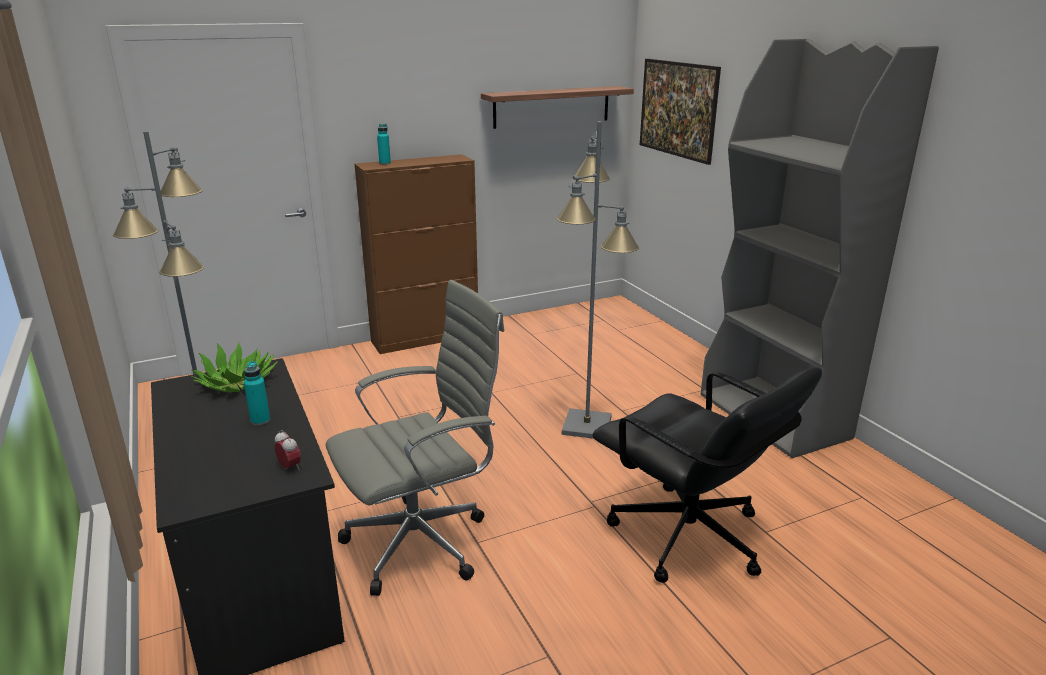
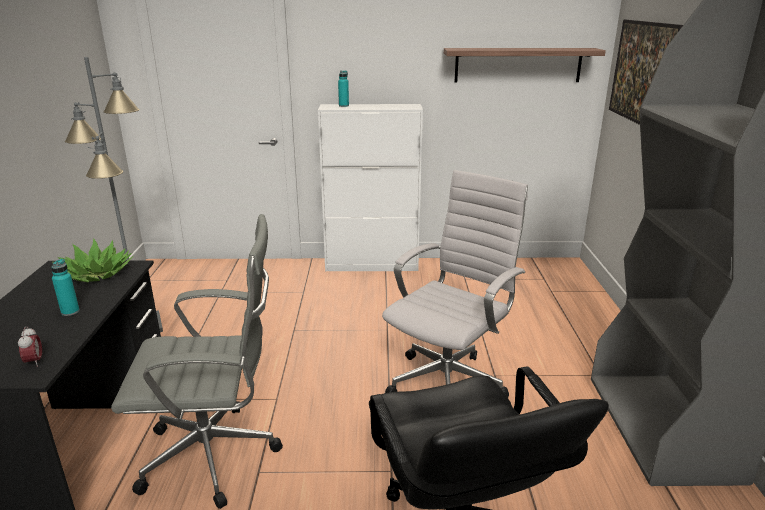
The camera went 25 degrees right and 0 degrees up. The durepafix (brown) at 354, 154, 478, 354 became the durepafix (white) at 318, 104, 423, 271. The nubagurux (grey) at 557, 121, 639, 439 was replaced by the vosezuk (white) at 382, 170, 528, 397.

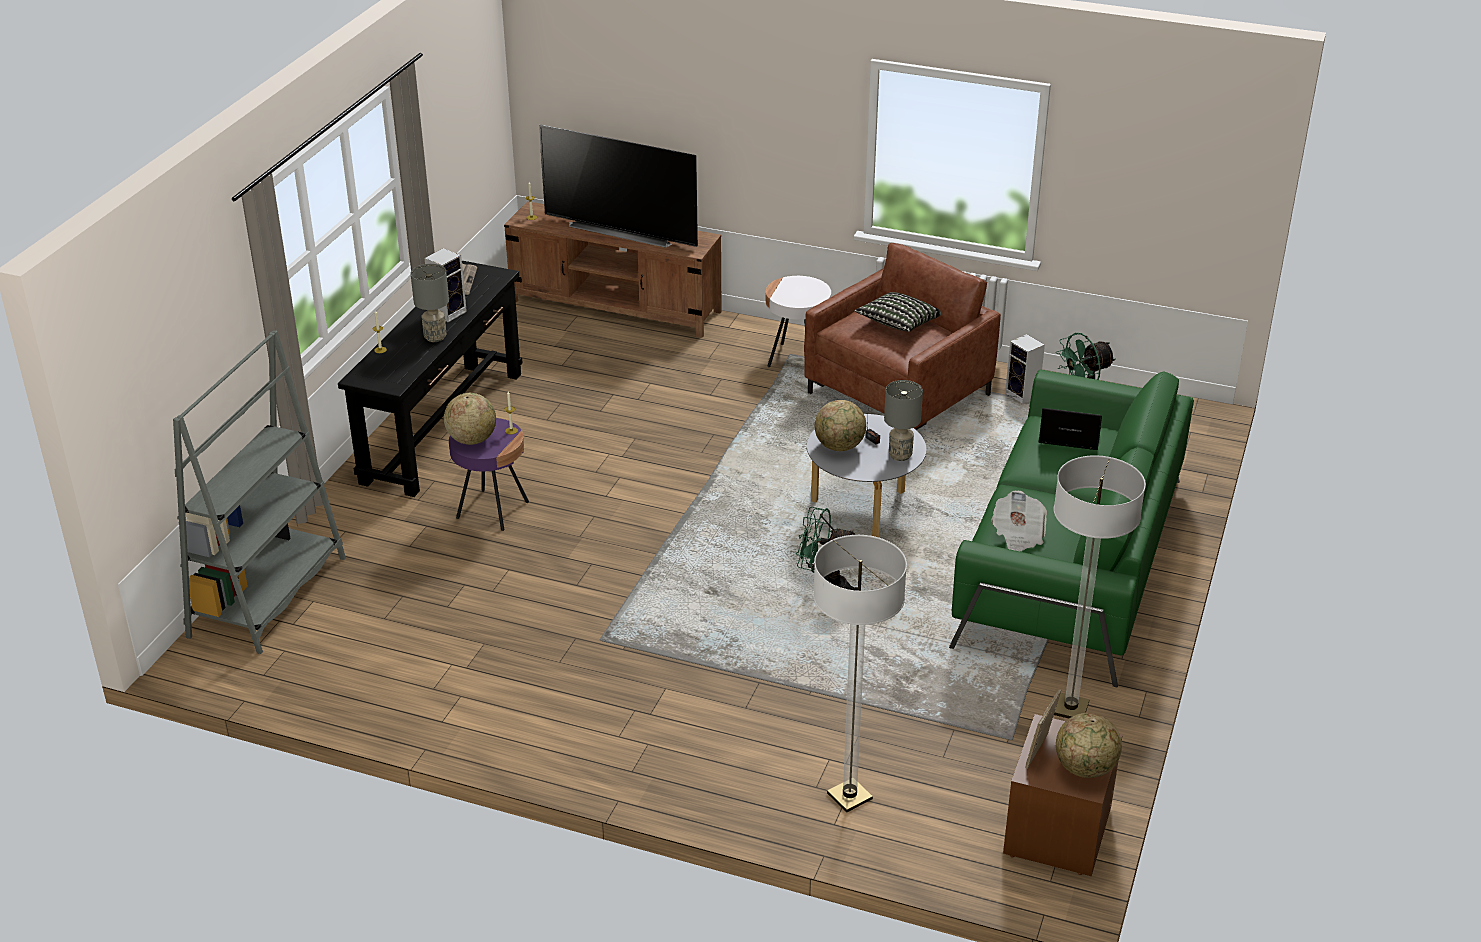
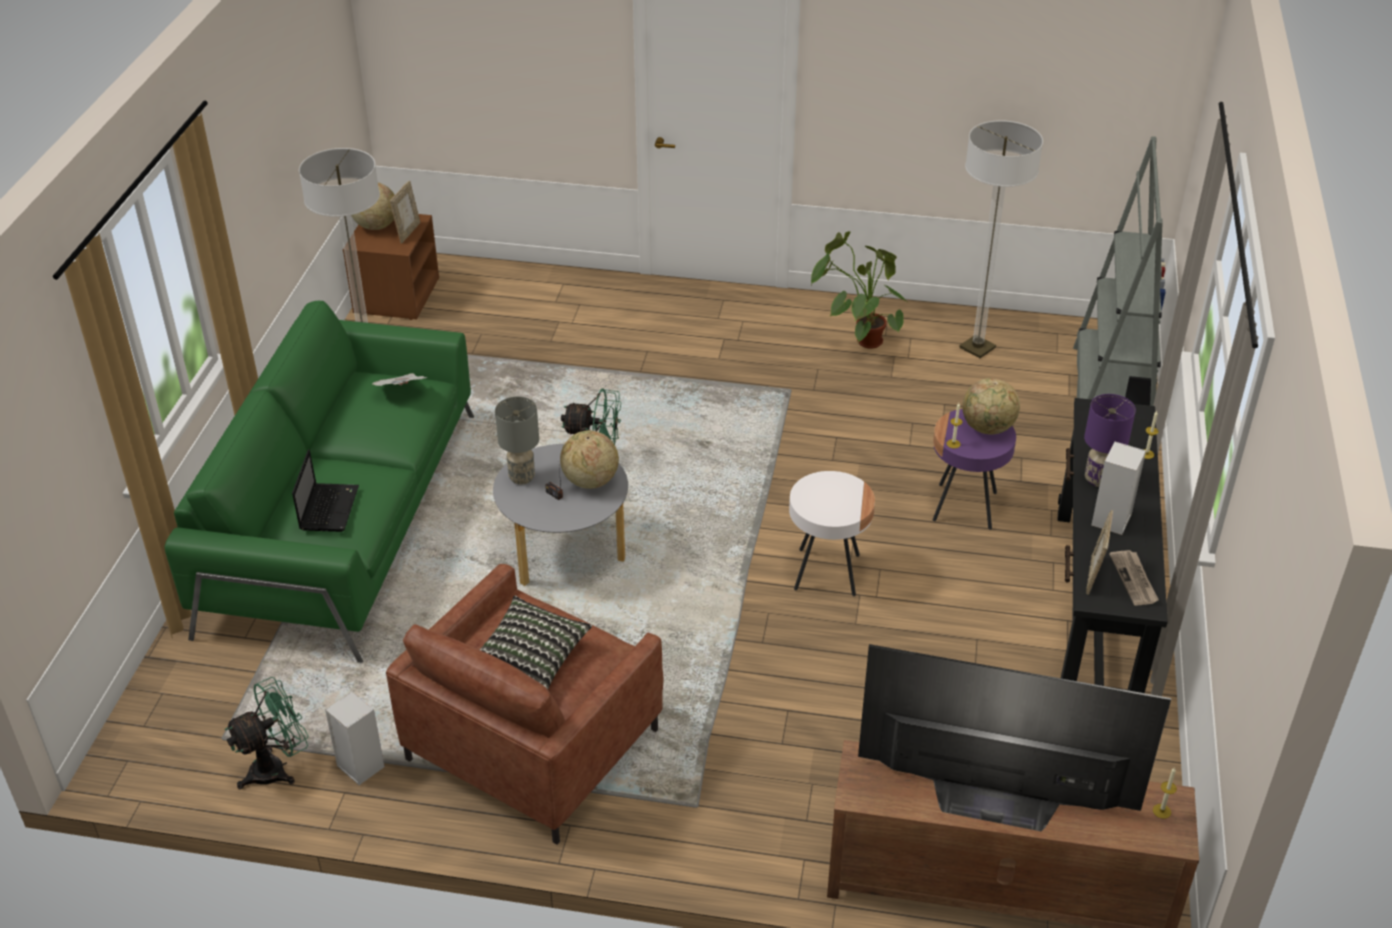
The camera went 170 degrees right and 5 degrees up. The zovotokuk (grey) at 410, 264, 449, 342 became the zovotokuk (purple) at 1084, 394, 1136, 487. The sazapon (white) moved from 766, 276, 831, 367 to 789, 471, 875, 596. The nubagurux moved from 813, 535, 907, 812 to 959, 120, 1043, 358. The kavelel at 1039, 408, 1102, 450 turned 90 degrees counterclockwise. The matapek at 811, 231, 909, 349 appeared. The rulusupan at 1086, 510, 1113, 595 appeared.

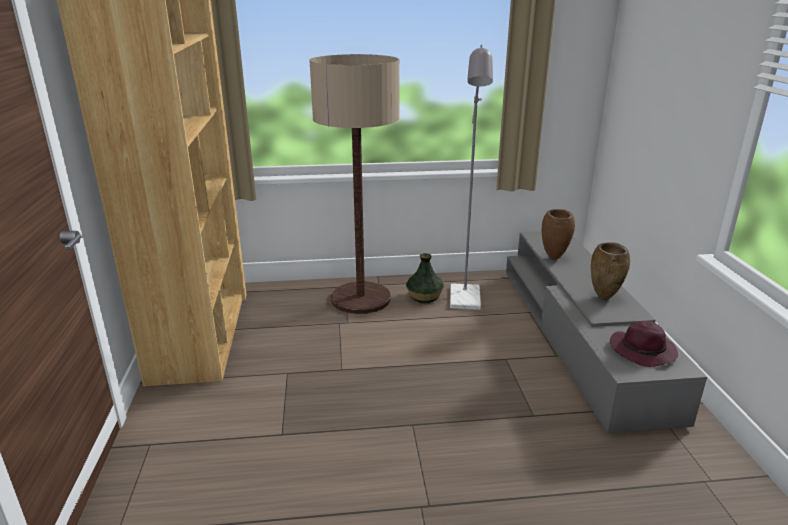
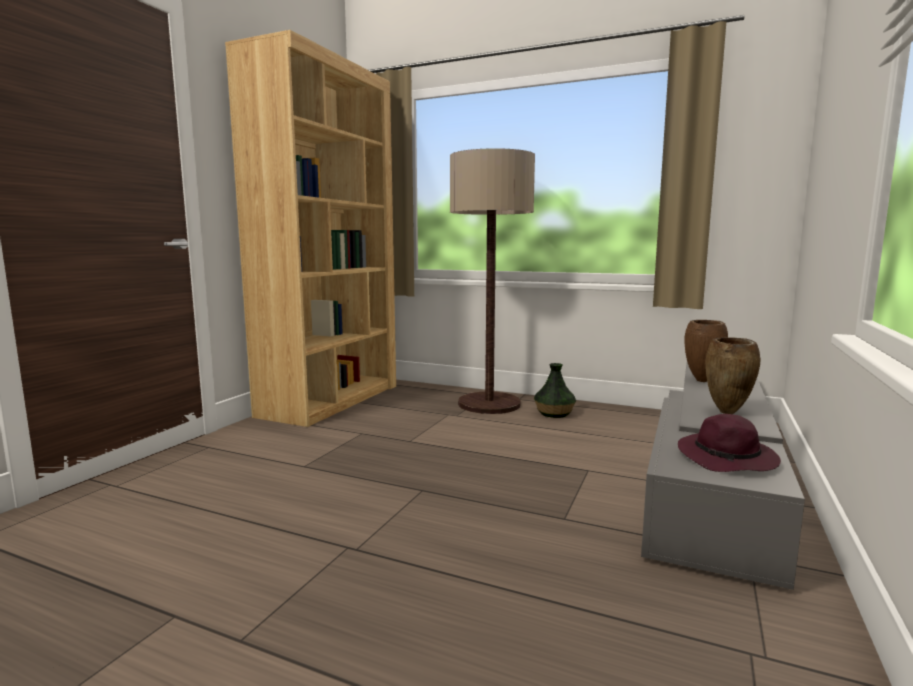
The camera went 30 degrees right and 15 degrees down. The nubagurux (grey) at 450, 45, 493, 310 disappeared.

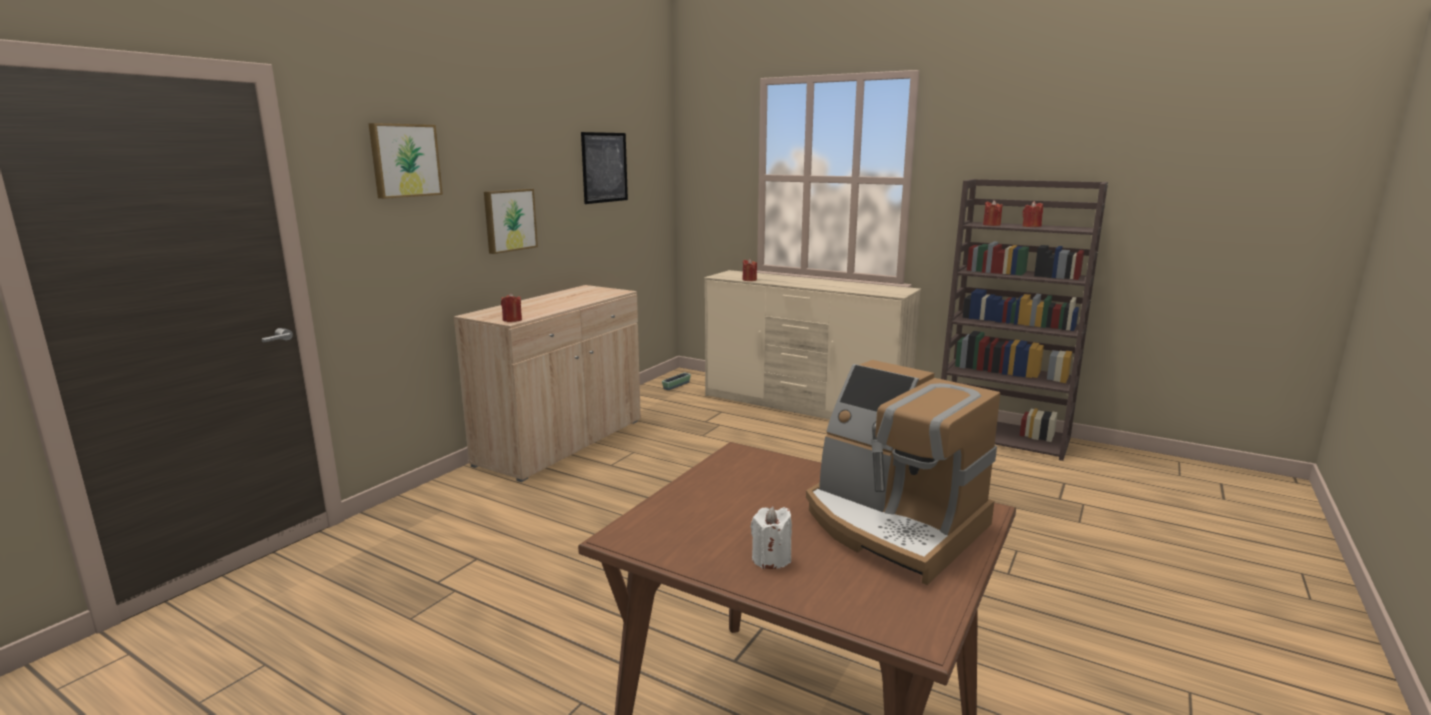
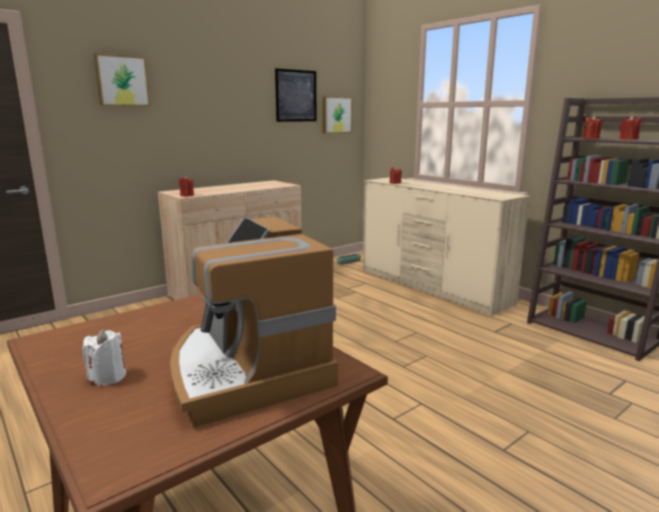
The camera went 20 degrees right and 0 degrees up. The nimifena moved from 484, 189, 538, 254 to 323, 96, 352, 133.

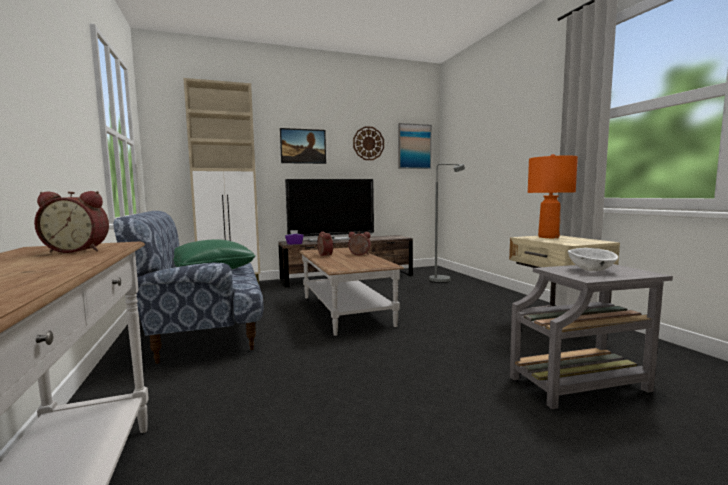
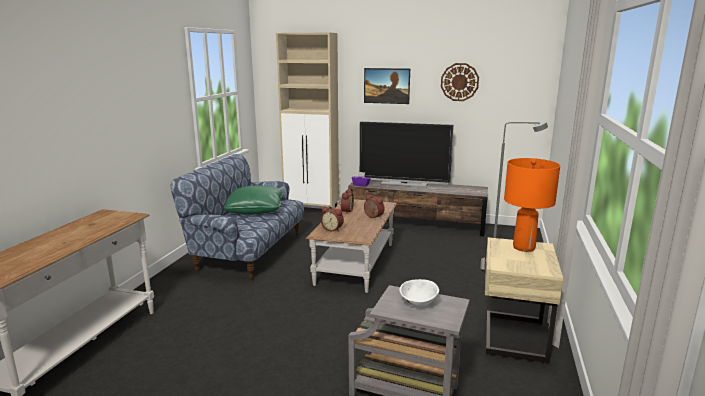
The camera went 35 degrees right and 10 degrees up. The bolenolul moved from 34, 191, 109, 253 to 321, 206, 344, 232. The nimifena at 398, 123, 432, 169 disappeared.

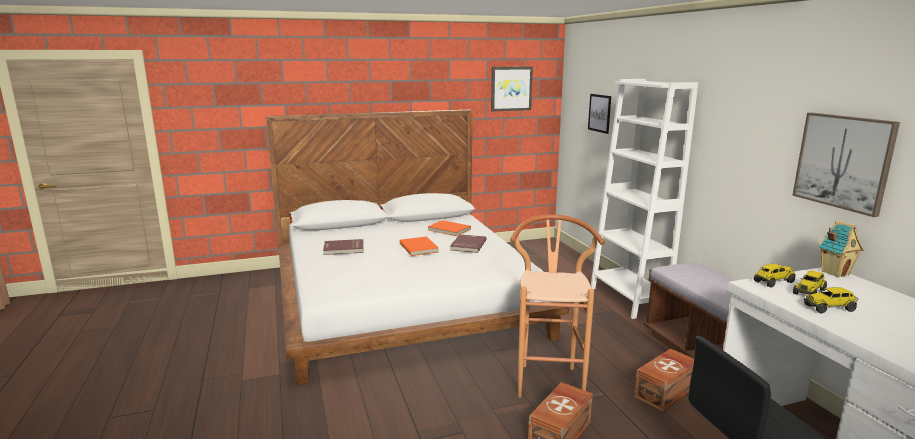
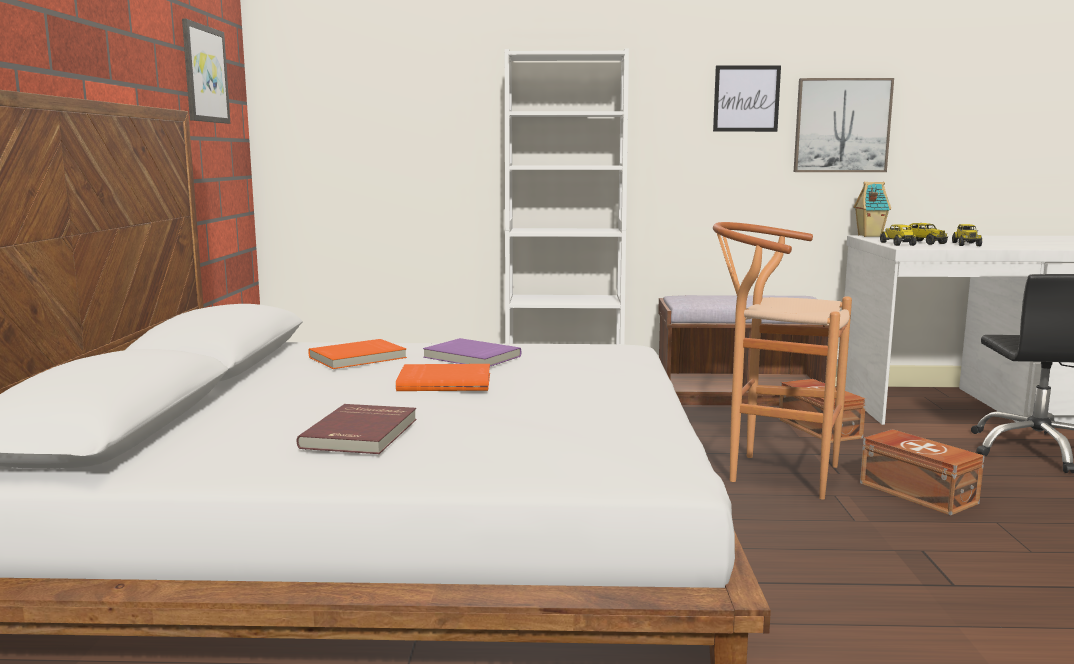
The camera went 70 degrees left and 5 degrees down. The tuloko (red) at 450, 234, 487, 253 became the tuloko (purple) at 423, 338, 521, 366. The nimifena moved from 588, 94, 611, 134 to 713, 65, 781, 132.

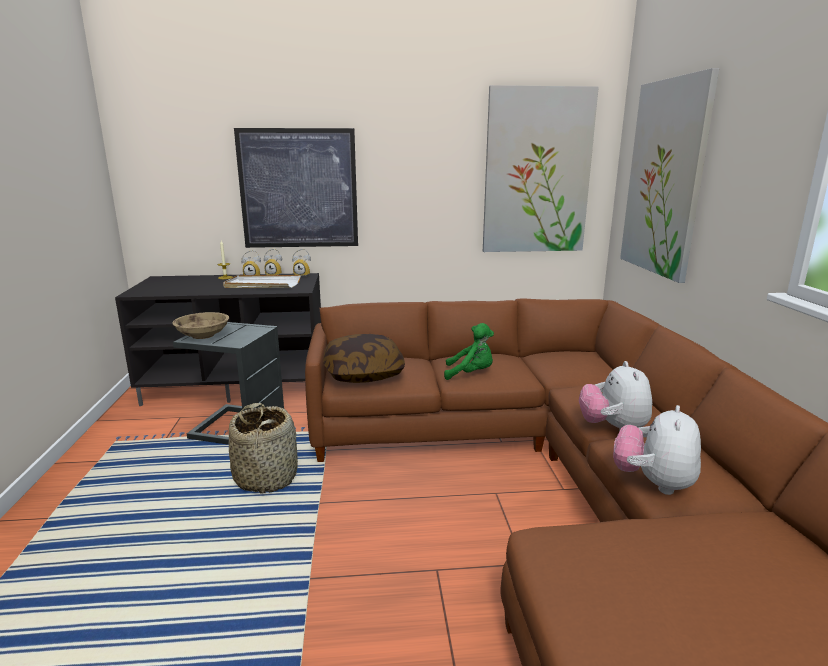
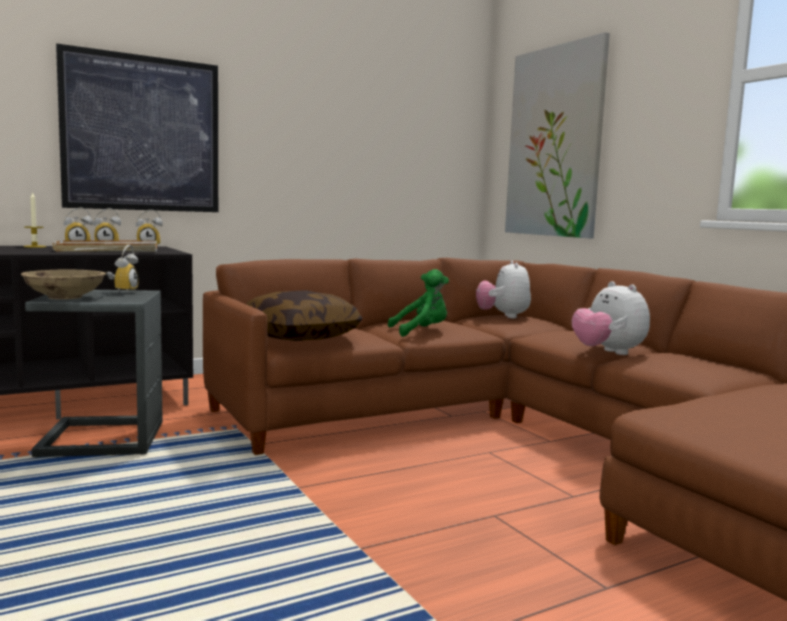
The camera went 25 degrees left and 10 degrees down. The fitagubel at 229, 403, 298, 494 disappeared. The nimifena at 483, 85, 599, 252 disappeared. The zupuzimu moved from 613, 405, 701, 495 to 476, 261, 531, 318. The bolenolul at 106, 245, 139, 293 appeared.

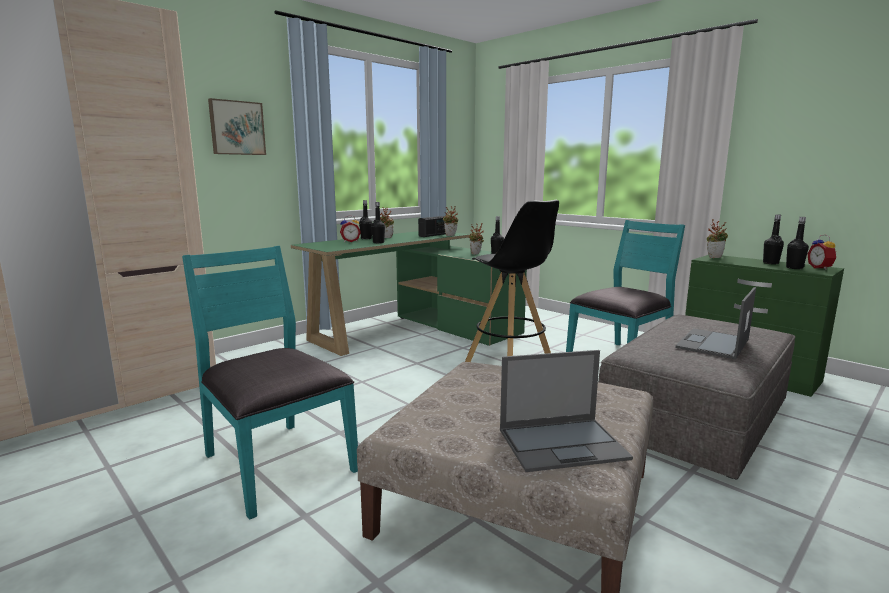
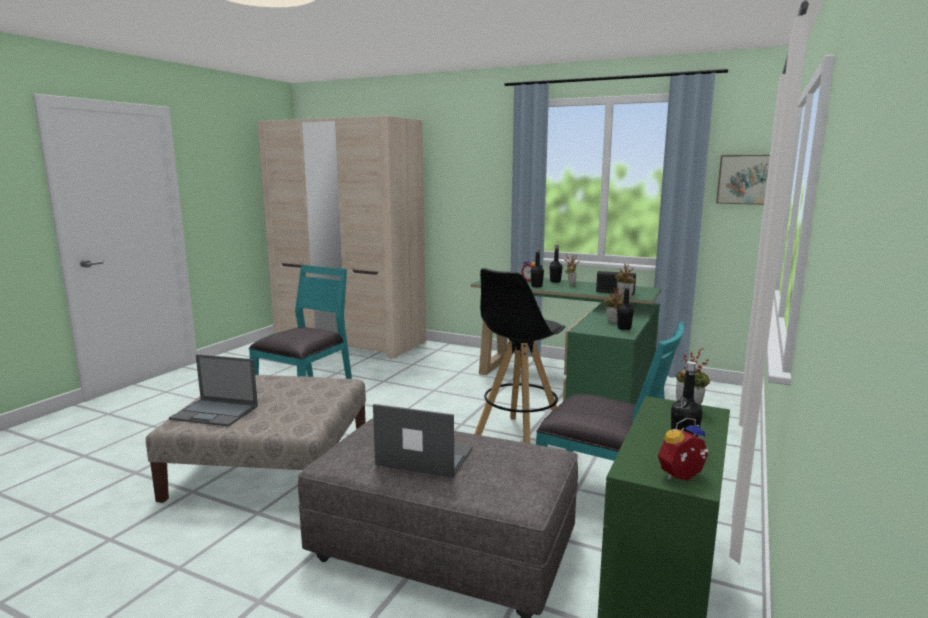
The camera went 70 degrees right and 0 degrees up. The nimifena moved from 208, 98, 266, 155 to 716, 155, 770, 205. The kavelel at 500, 350, 633, 472 turned 45 degrees counterclockwise. The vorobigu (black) at 786, 217, 809, 269 disappeared.

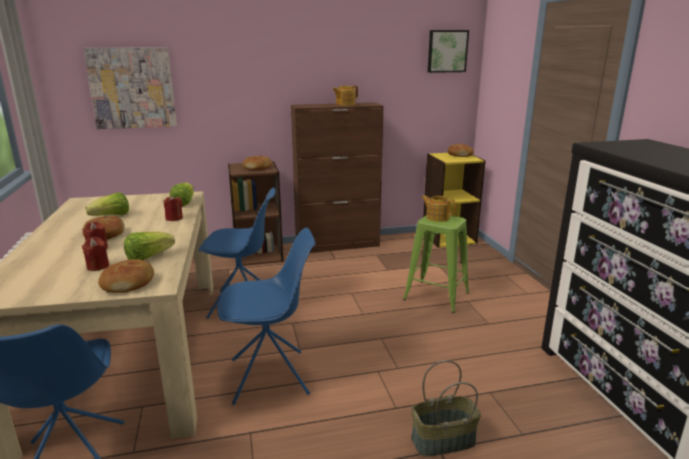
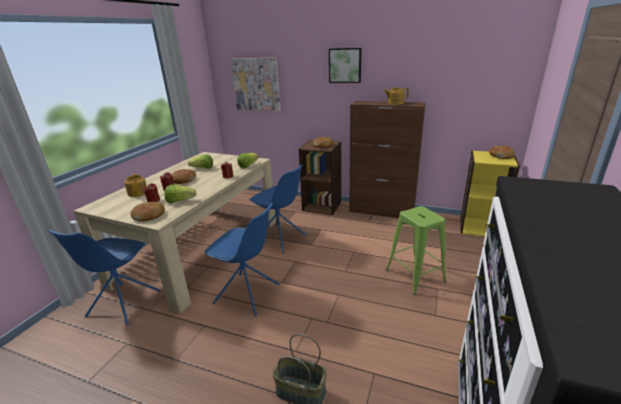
The camera went 35 degrees right and 5 degrees up. The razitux moved from 421, 195, 456, 222 to 124, 173, 147, 197. The nimifena moved from 428, 30, 469, 73 to 329, 48, 362, 83.

